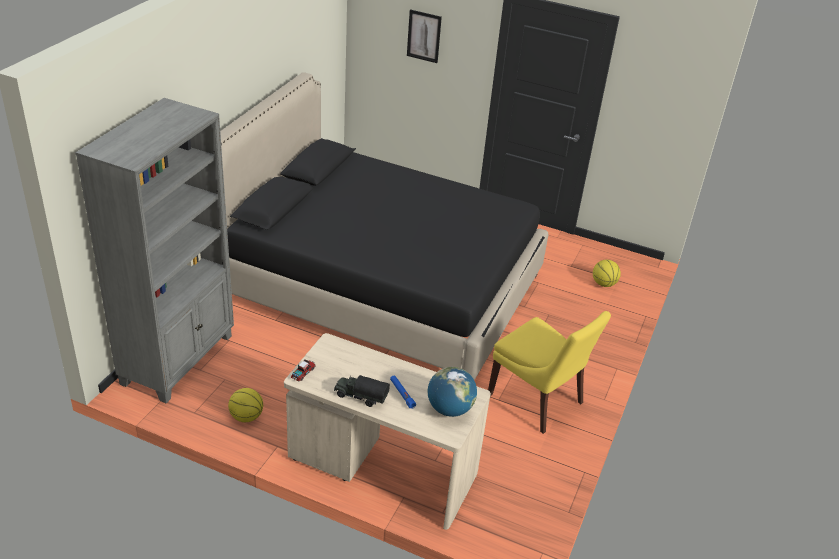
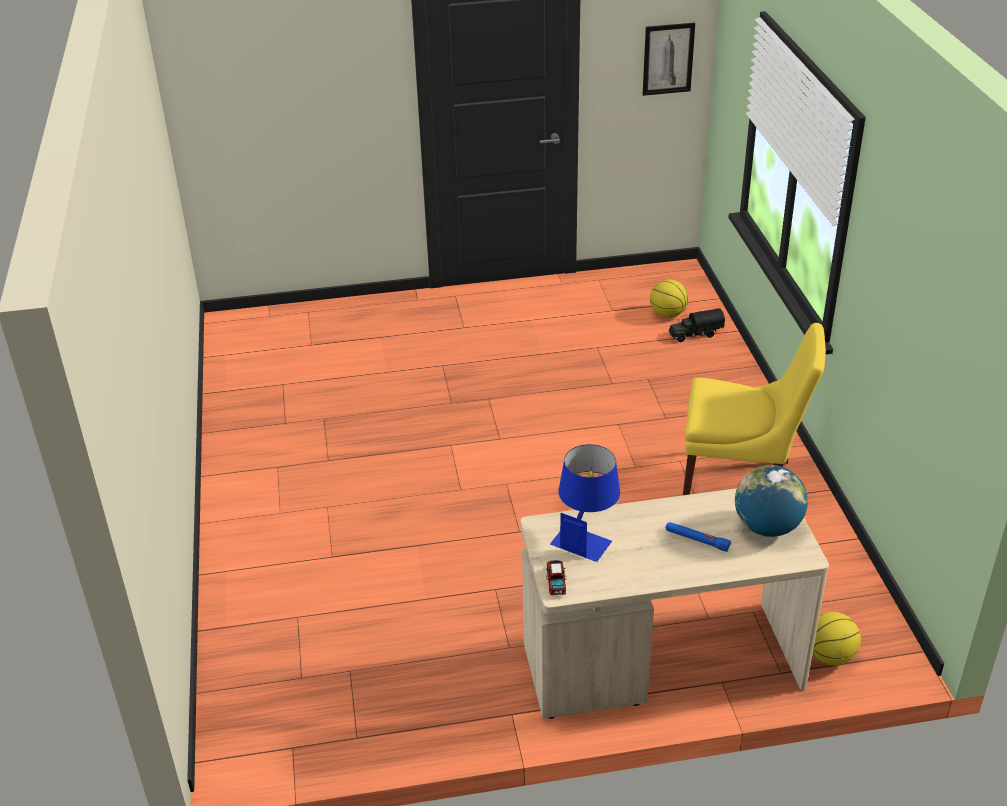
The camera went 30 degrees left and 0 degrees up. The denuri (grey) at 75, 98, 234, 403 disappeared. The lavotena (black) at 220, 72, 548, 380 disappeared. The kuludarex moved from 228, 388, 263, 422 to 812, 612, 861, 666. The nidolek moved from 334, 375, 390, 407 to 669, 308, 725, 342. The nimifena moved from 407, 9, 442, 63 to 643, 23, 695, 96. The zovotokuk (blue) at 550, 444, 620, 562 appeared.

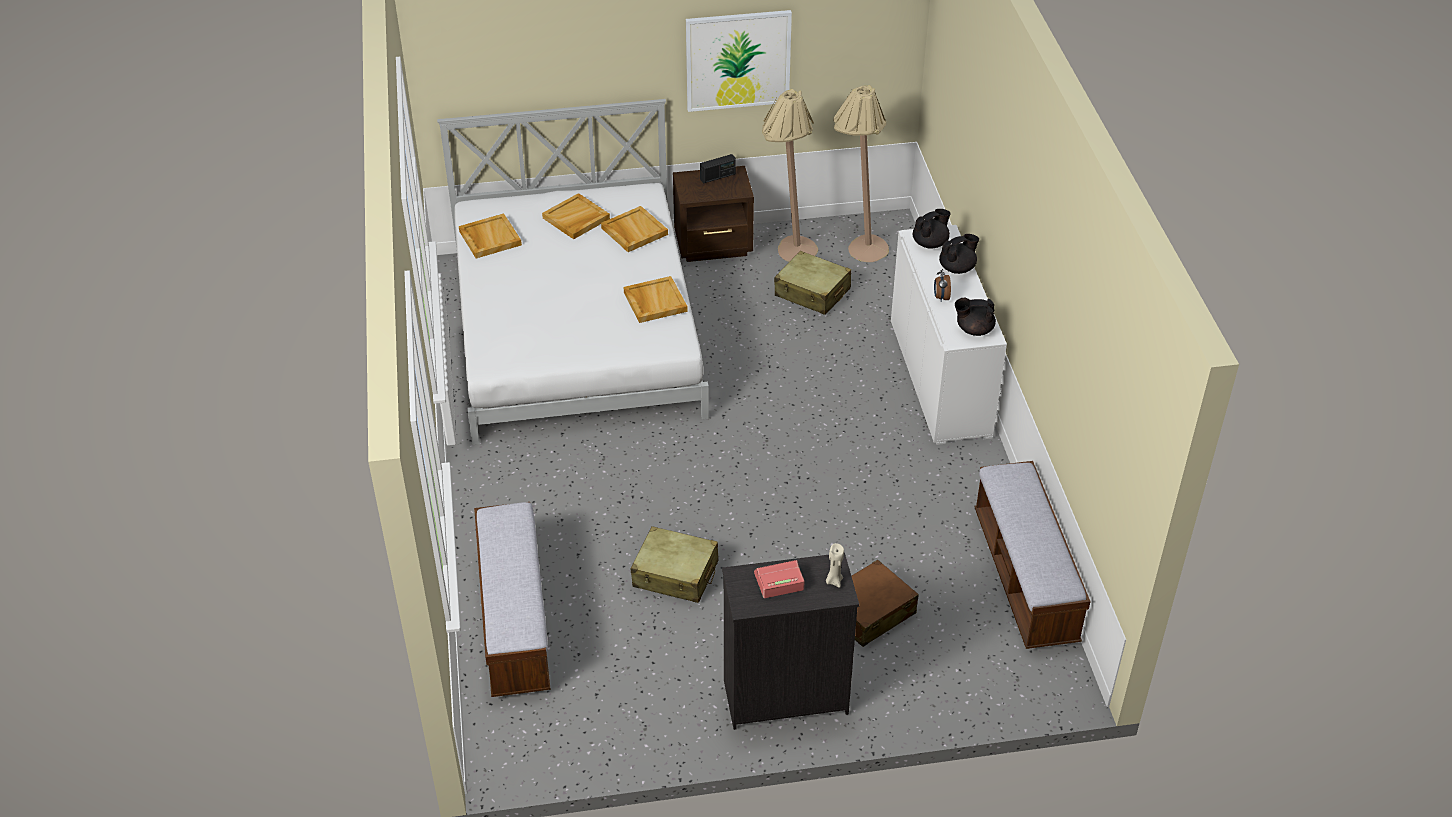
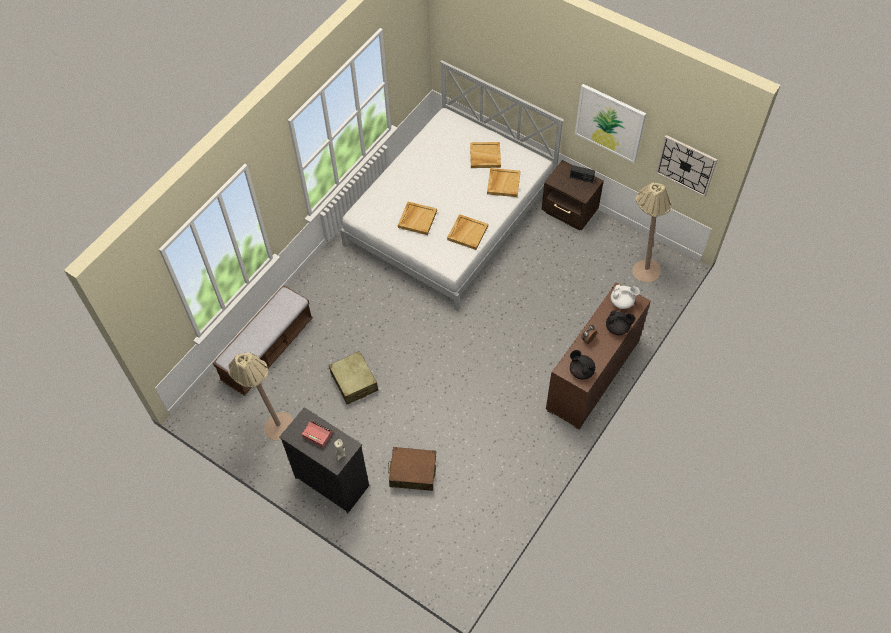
The camera went 45 degrees right and 15 degrees up. The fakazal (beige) moved from 459, 213, 522, 258 to 398, 202, 437, 235. The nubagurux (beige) moved from 762, 89, 818, 262 to 228, 353, 293, 441. The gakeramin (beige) at 774, 251, 851, 315 disappeared. The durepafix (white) at 891, 225, 1007, 445 became the durepafix (brown) at 546, 282, 651, 430. The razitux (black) at 913, 209, 951, 249 became the razitux (white) at 611, 284, 640, 309. The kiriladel at 974, 461, 1091, 649 disappeared. The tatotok at 656, 135, 718, 197 appeared.

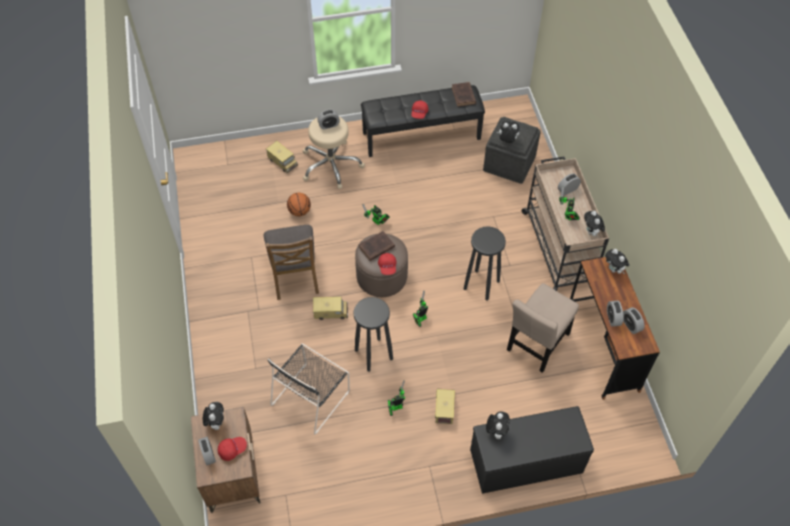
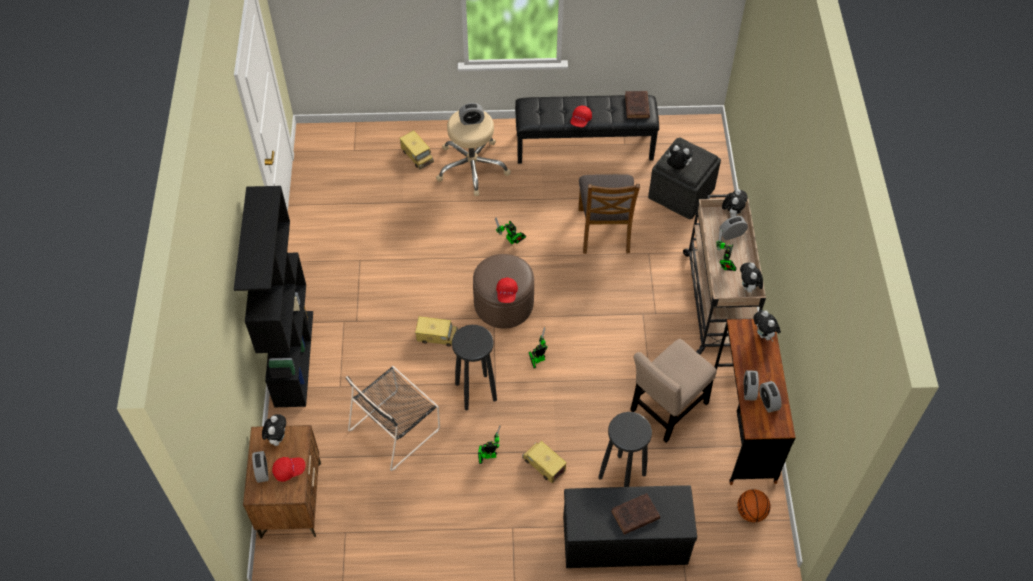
The camera went 10 degrees right and 0 degrees up. The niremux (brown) moved from 264, 225, 319, 300 to 578, 174, 640, 254. The kuludarex moved from 287, 193, 311, 216 to 737, 489, 771, 522. The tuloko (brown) moved from 359, 231, 395, 261 to 611, 493, 660, 535. The nidolek at 435, 388, 455, 424 turned 60 degrees counterclockwise. The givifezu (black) moved from 464, 226, 506, 301 to 598, 412, 652, 487. The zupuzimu moved from 486, 411, 510, 439 to 722, 189, 748, 217. The denuri (black) at 234, 186, 313, 407 appeared.

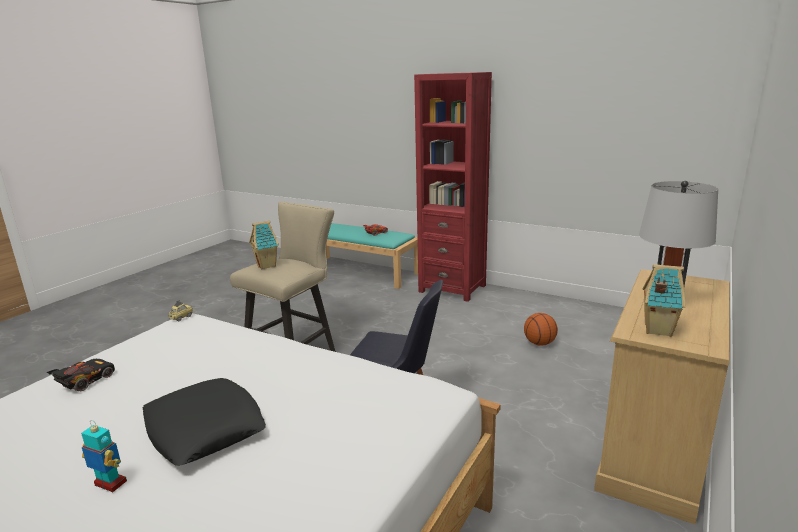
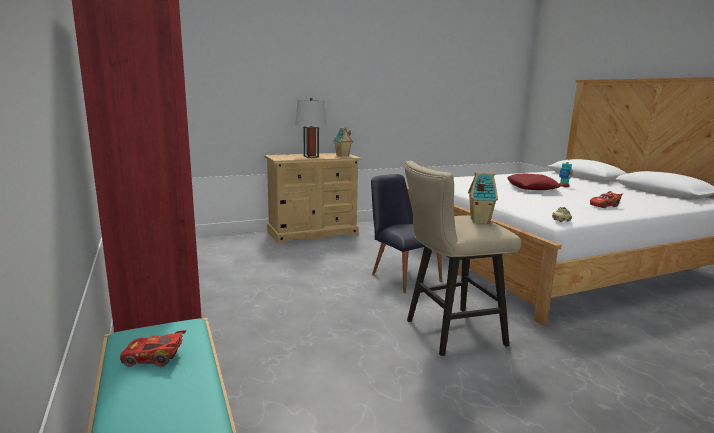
The camera went 145 degrees left and 5 degrees down. The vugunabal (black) at 47, 359, 115, 391 became the vugunabal (red) at 590, 191, 623, 208. The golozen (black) at 143, 378, 266, 466 became the golozen (red) at 507, 174, 560, 190. The kuludarex at 524, 313, 558, 346 disappeared.

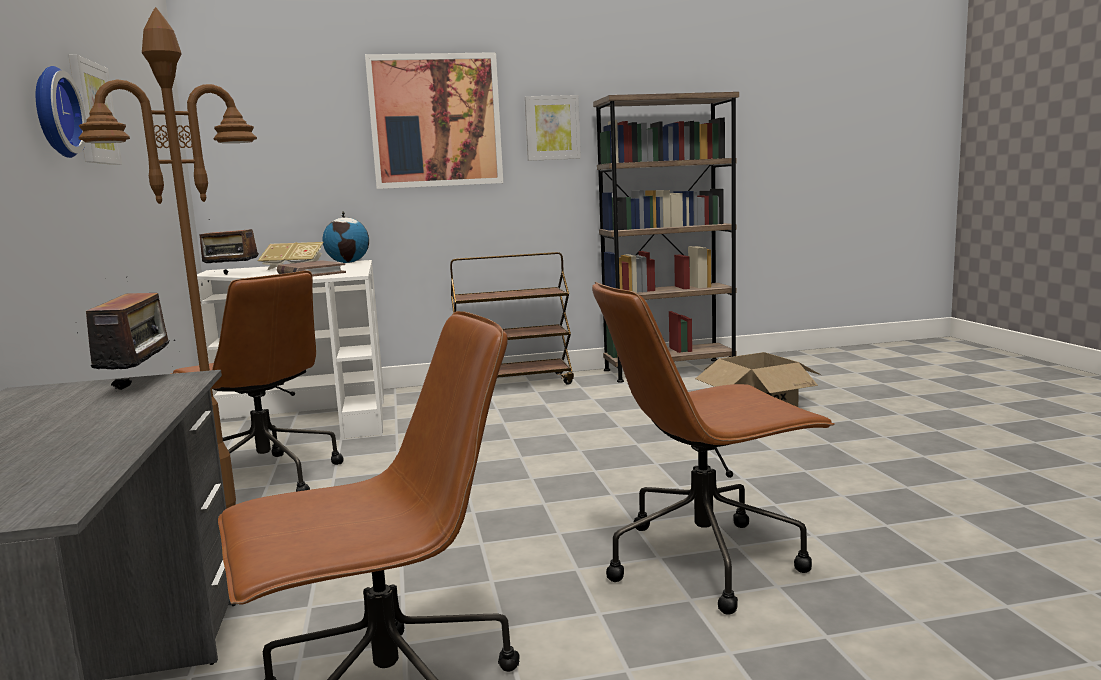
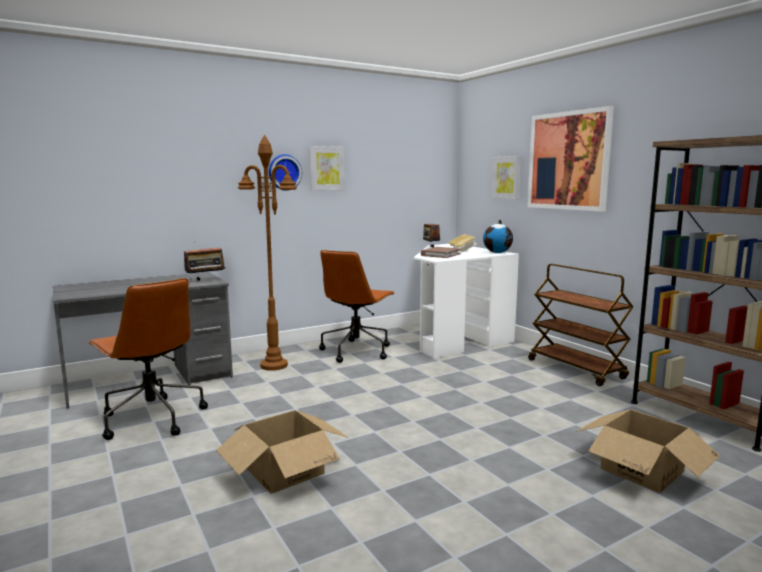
The camera went 70 degrees right and 0 degrees up. The nimifena moved from 525, 95, 581, 161 to 492, 156, 521, 200. The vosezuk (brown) at 592, 282, 835, 615 was replaced by the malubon at 216, 410, 348, 493.

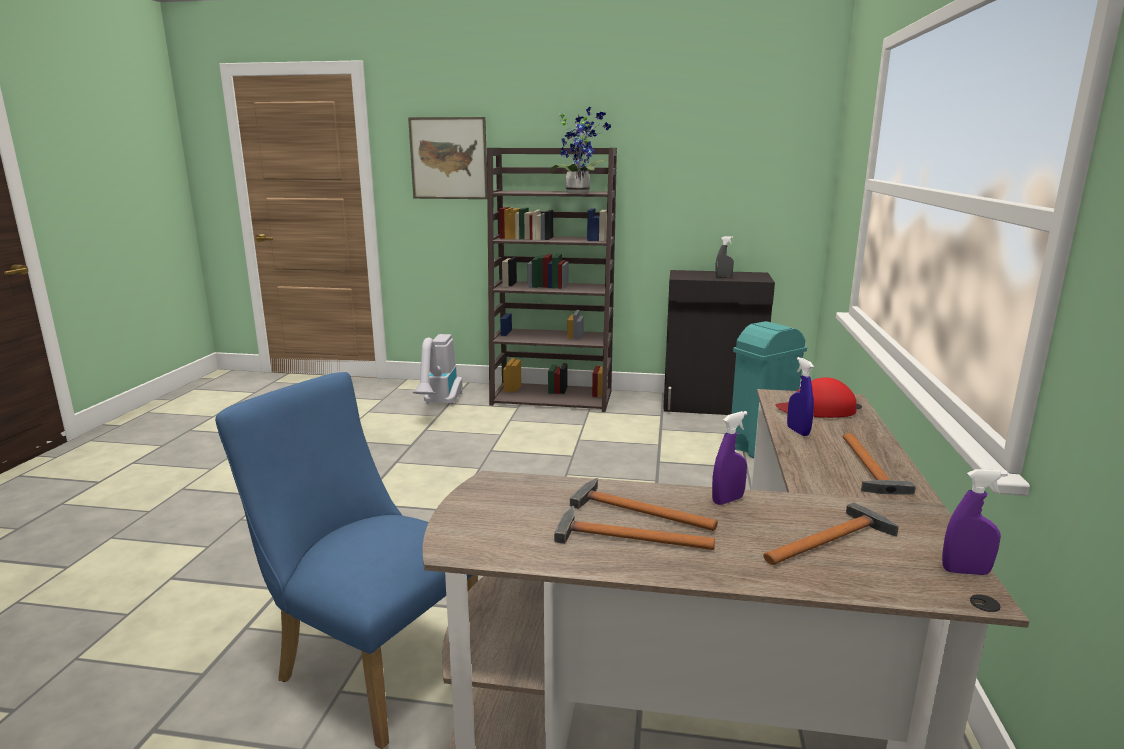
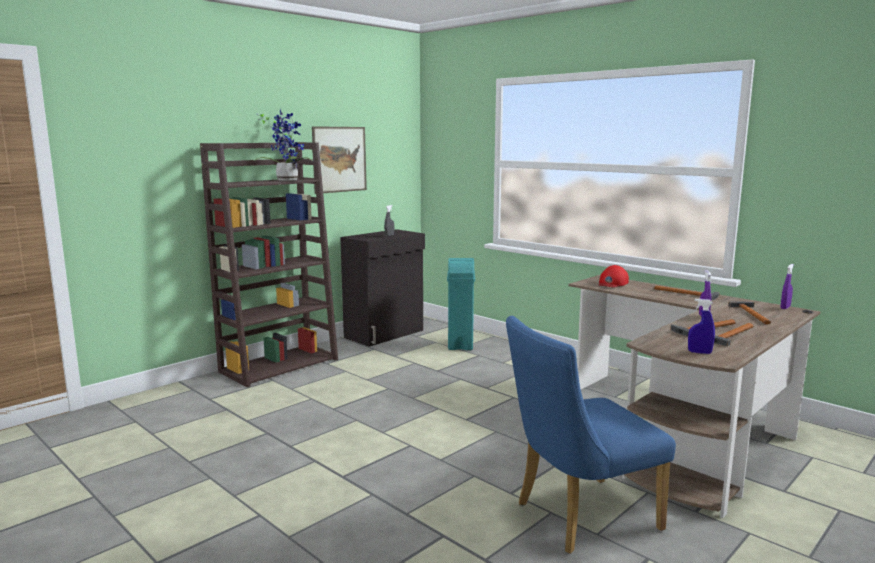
The camera went 55 degrees left and 5 degrees down. The nimifena moved from 408, 117, 487, 199 to 312, 126, 367, 194. The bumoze at 413, 334, 463, 405 disappeared. The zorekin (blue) moved from 787, 357, 814, 436 to 688, 299, 715, 354.

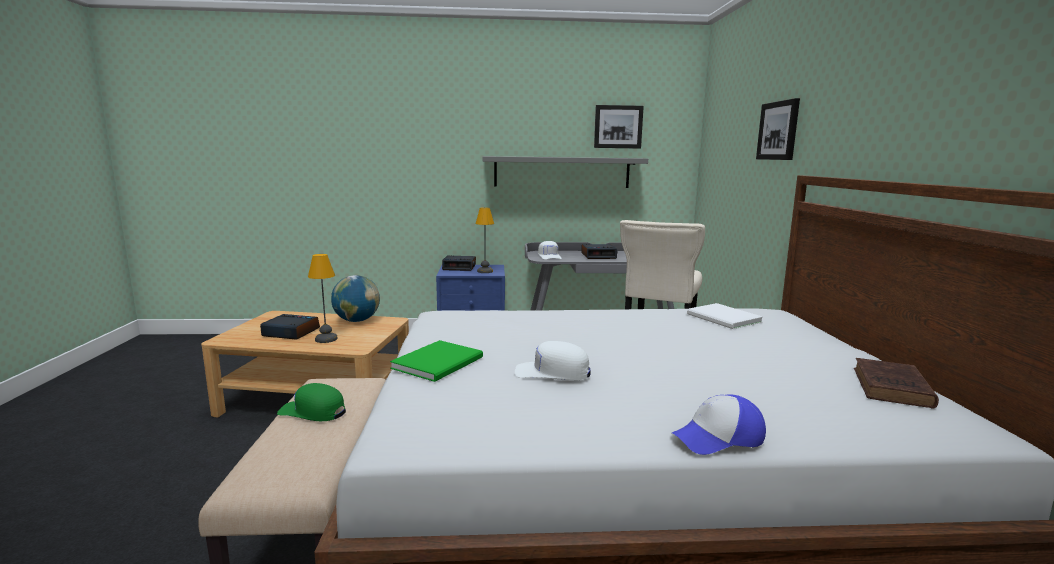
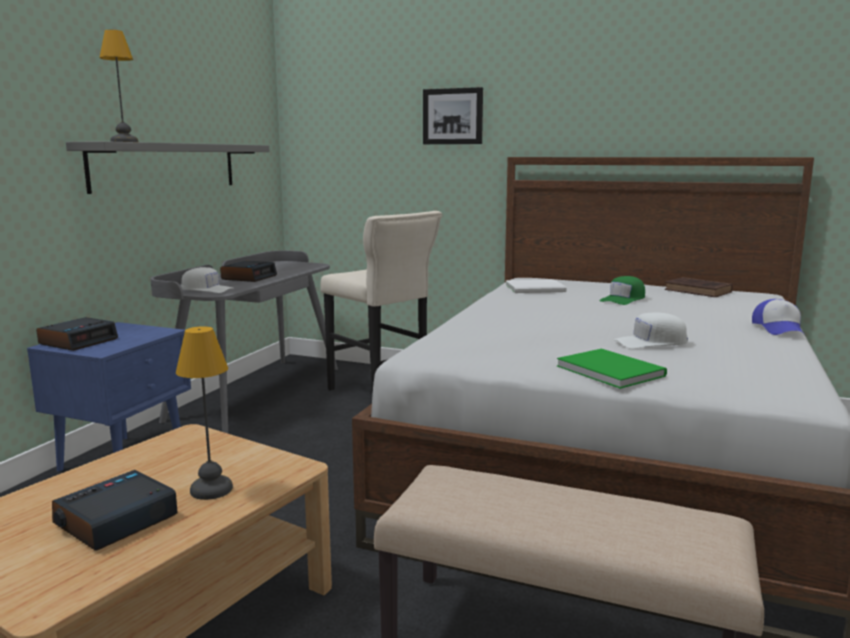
The camera went 65 degrees left and 0 degrees up. The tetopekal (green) moved from 277, 383, 346, 421 to 600, 276, 645, 305. The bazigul at 331, 275, 380, 322 disappeared. The zovotokuk moved from 476, 207, 494, 273 to 99, 30, 138, 142. The tetopekal (white) at 514, 341, 591, 380 turned 45 degrees clockwise. The nimifena at 594, 105, 644, 149 disappeared.

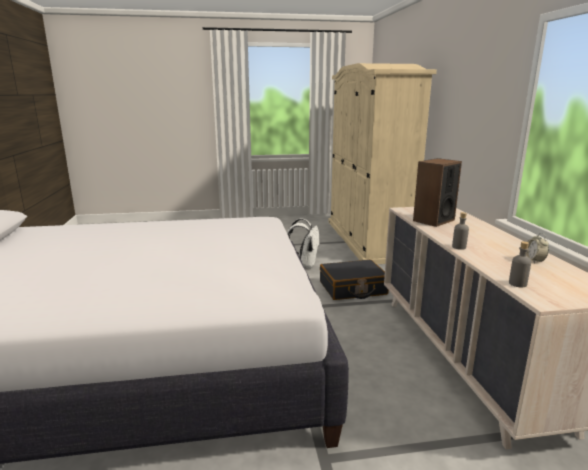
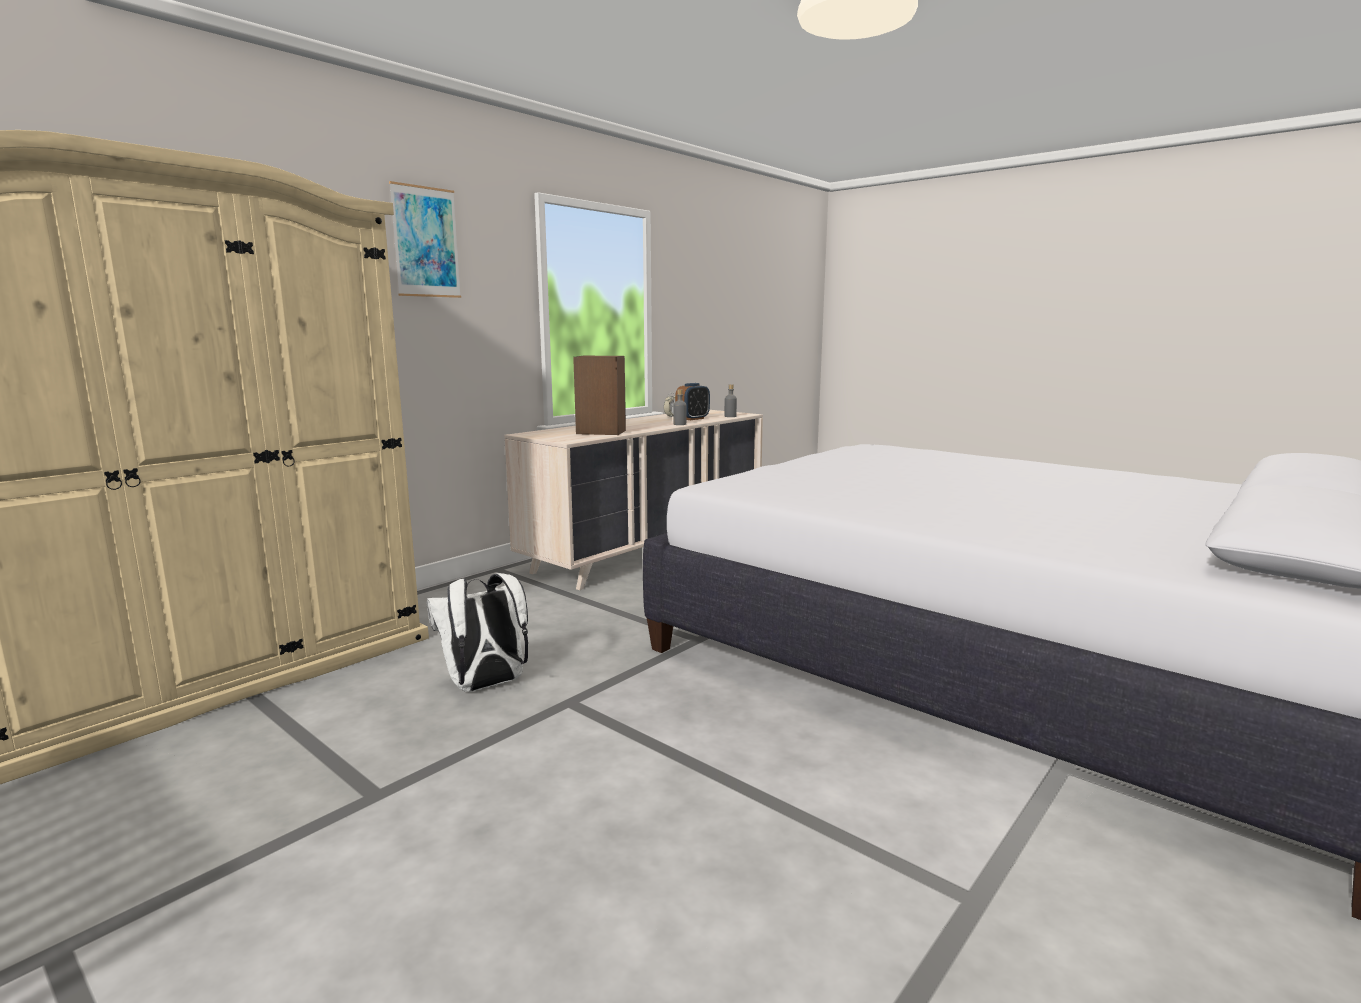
The camera went 130 degrees left and 5 degrees down. The gakeramin (black) at 320, 259, 389, 300 disappeared. The nimifena at 389, 181, 461, 298 appeared. The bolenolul at 675, 383, 710, 420 appeared.

